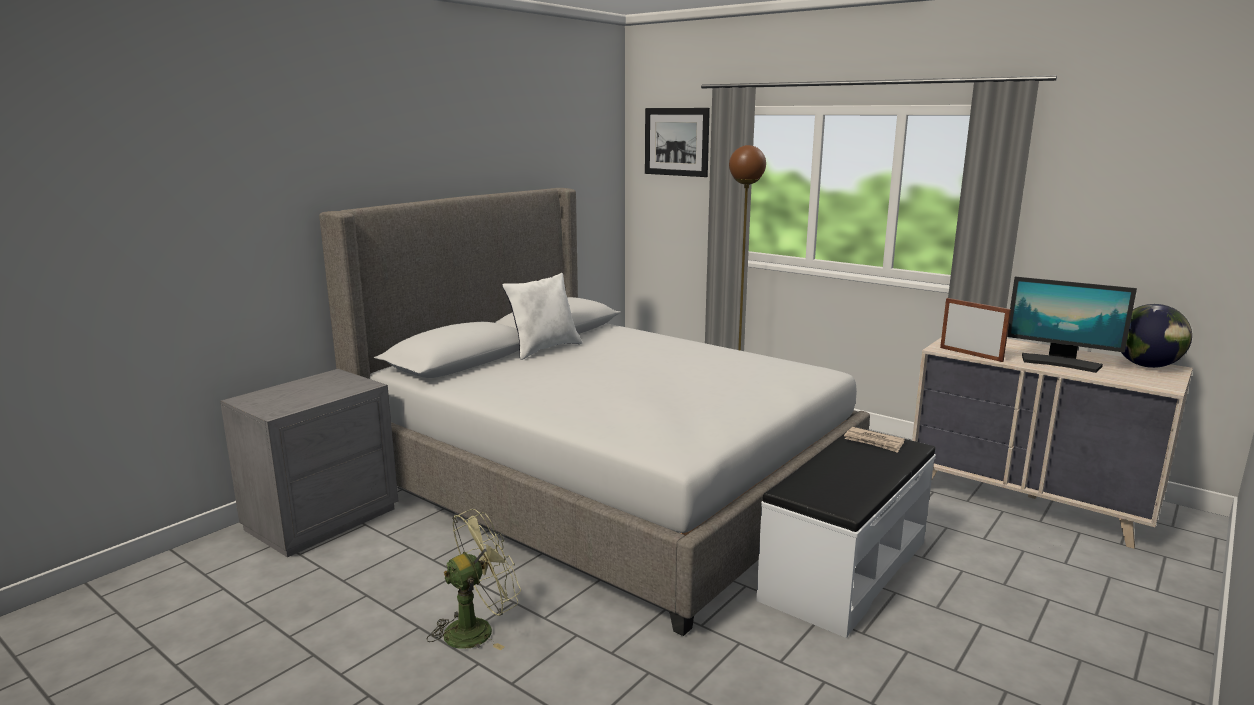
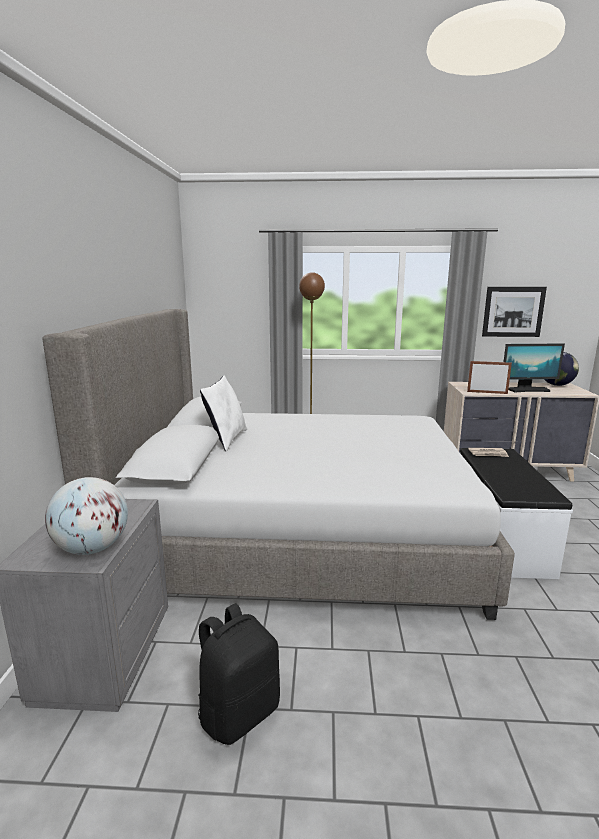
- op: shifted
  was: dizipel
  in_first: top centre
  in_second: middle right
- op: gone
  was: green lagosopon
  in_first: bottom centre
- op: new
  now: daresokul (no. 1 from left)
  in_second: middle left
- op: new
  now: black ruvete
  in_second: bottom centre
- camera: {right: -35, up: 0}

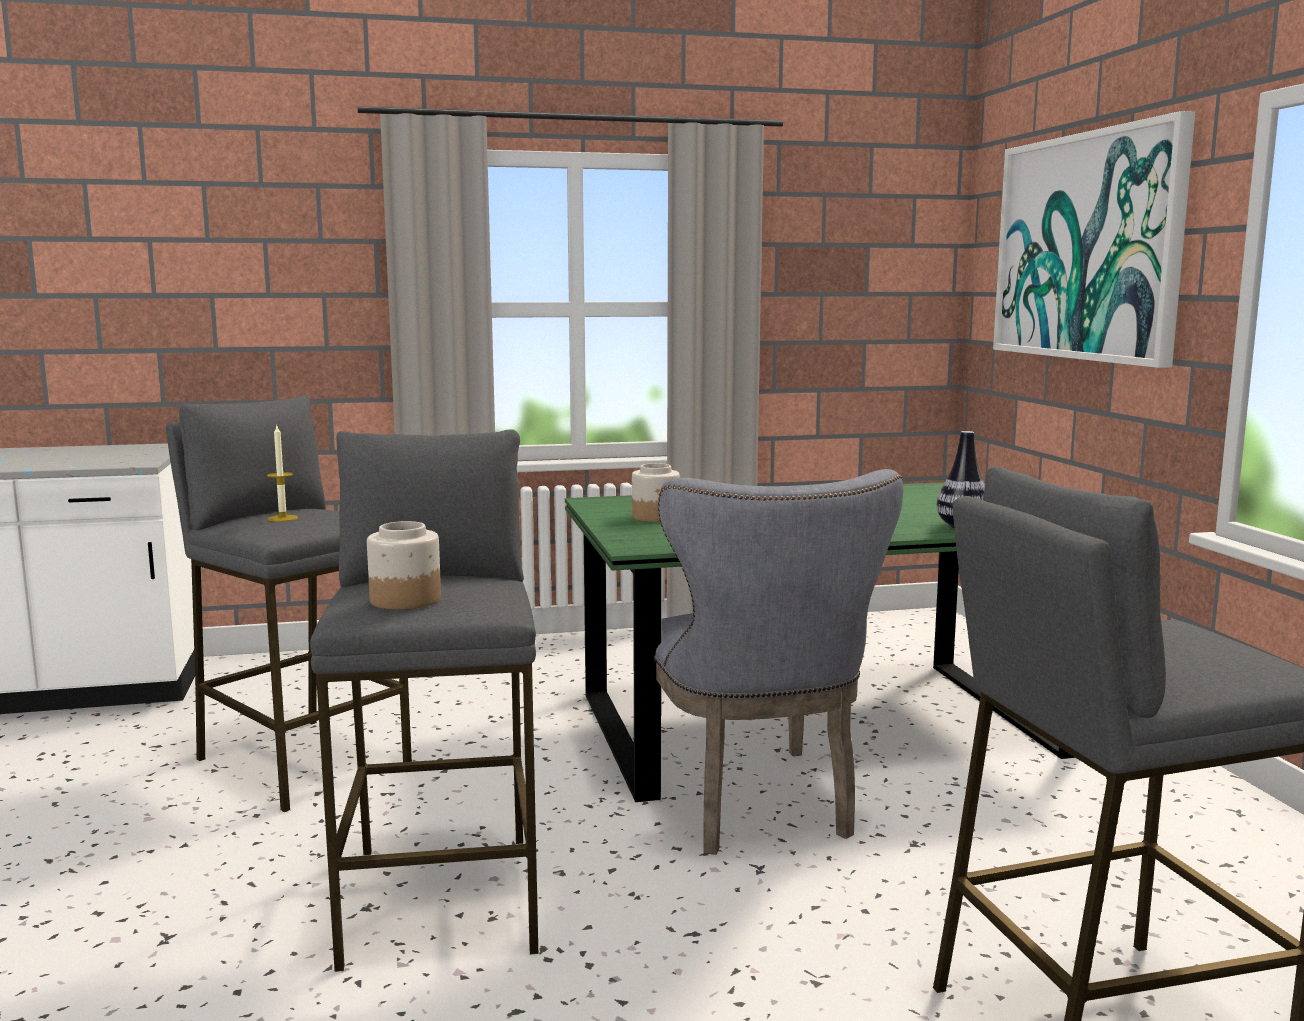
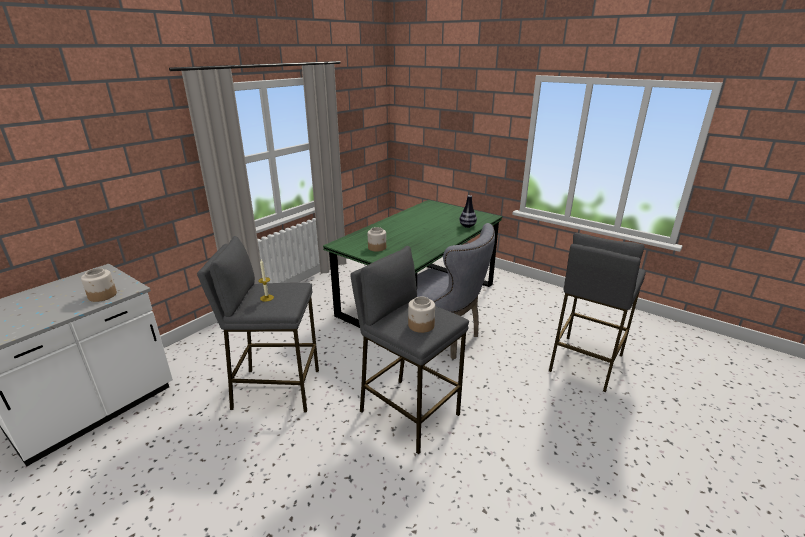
- op: gone
  was: dizipel
  in_first: top right
- op: new
  now: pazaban (no. 1 from left)
  in_second: middle left
- camera: {right: -40, up: 15}

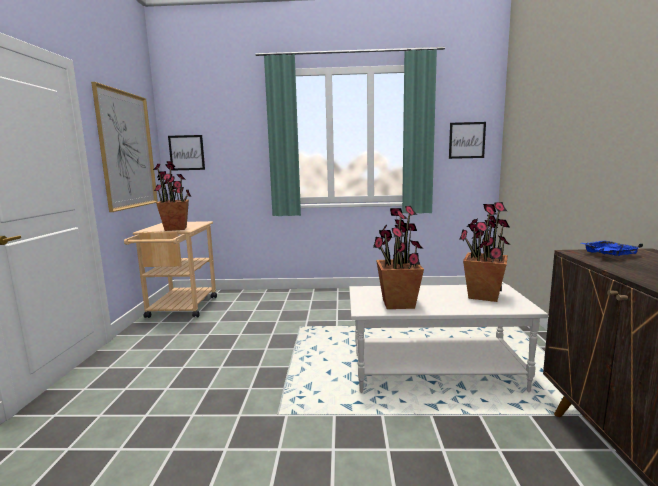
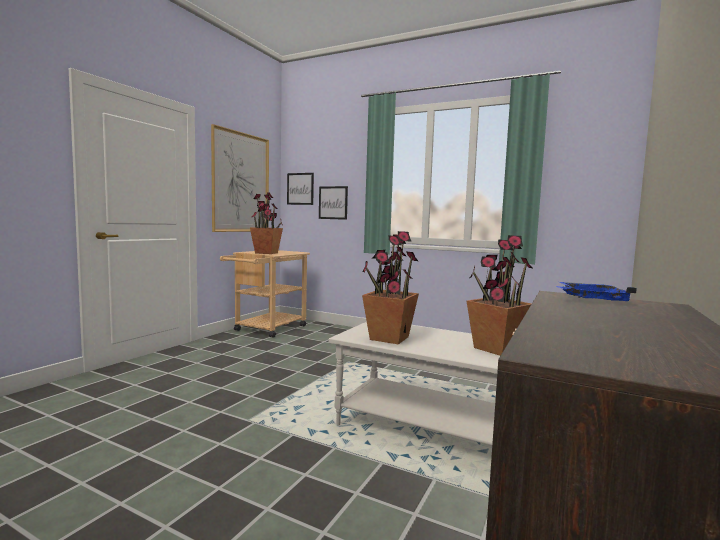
- op: shifted
  was: dizipel (no. 3 from left)
  in_first: top right
  in_second: centre
- camera: {right: 25, up: -5}

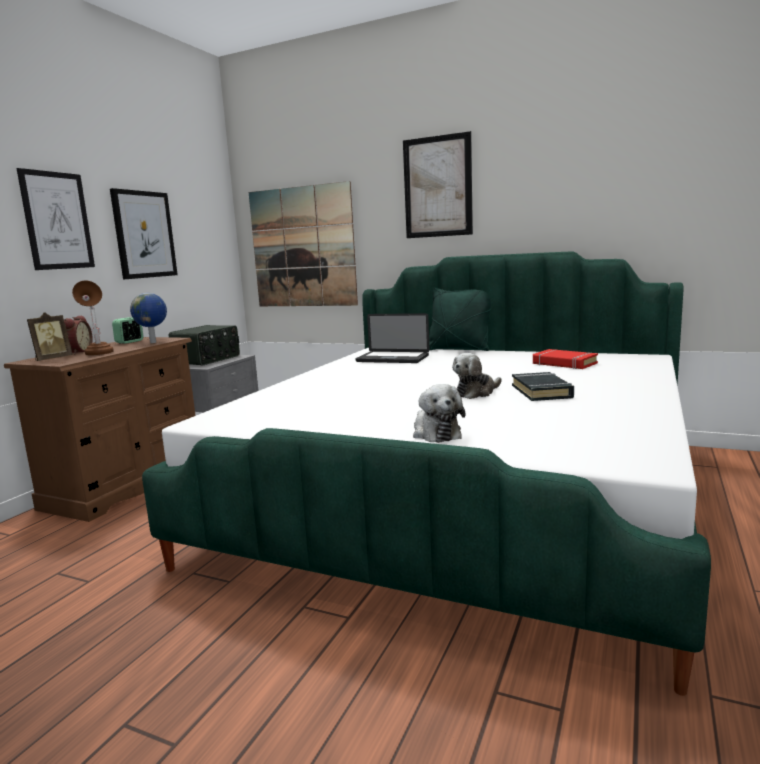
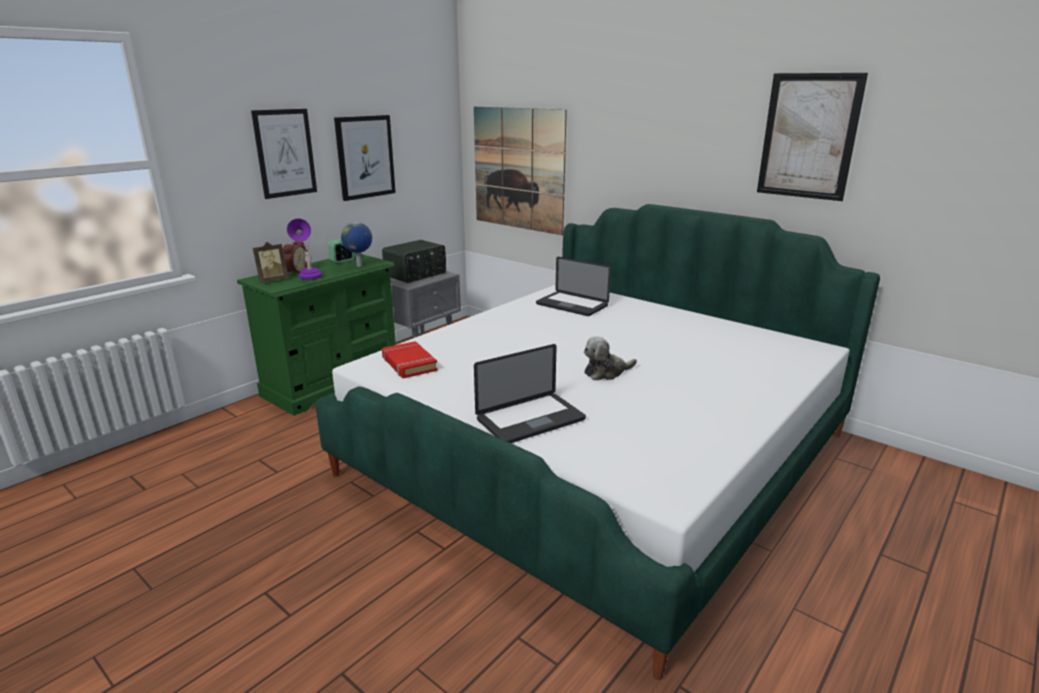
- op: shifted
  was: dizipel (no. 4 from left)
  in_first: top centre
  in_second: top right
- op: repainted
  was: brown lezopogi
  now: purple lezopogi
  in_first: middle left
  in_second: middle left
- op: gone
  was: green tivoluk
  in_first: centre
- op: repainted
  was: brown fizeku
  now: green fizeku
  in_first: middle left
  in_second: middle left
- op: shifted
  was: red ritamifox
  in_first: middle right
  in_second: centre
- op: gone
  was: black ritamifox
  in_first: middle right
- op: swapped
  was: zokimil (no. 1 from left)
  now: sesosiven (no. 1 from left)
  in_first: centre
  in_second: centre
- camera: {right: 15, up: 10}

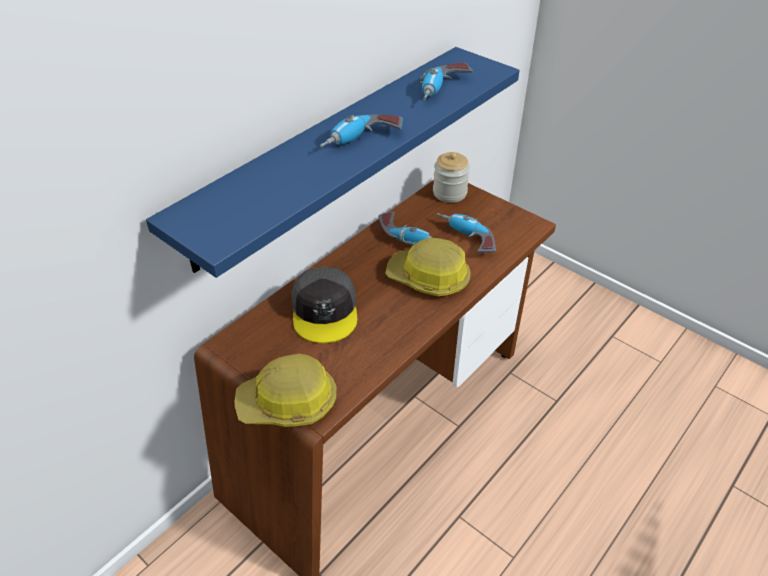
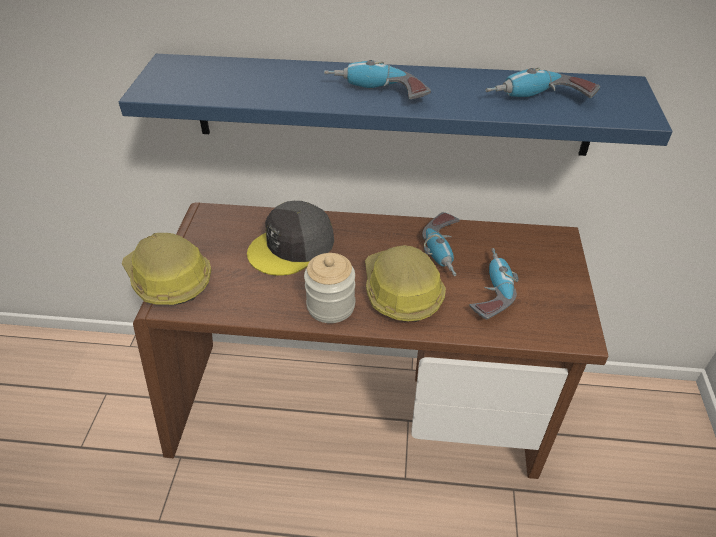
- op: shifted
  was: pazaban
  in_first: top centre
  in_second: centre
- camera: {right: 55, up: 0}

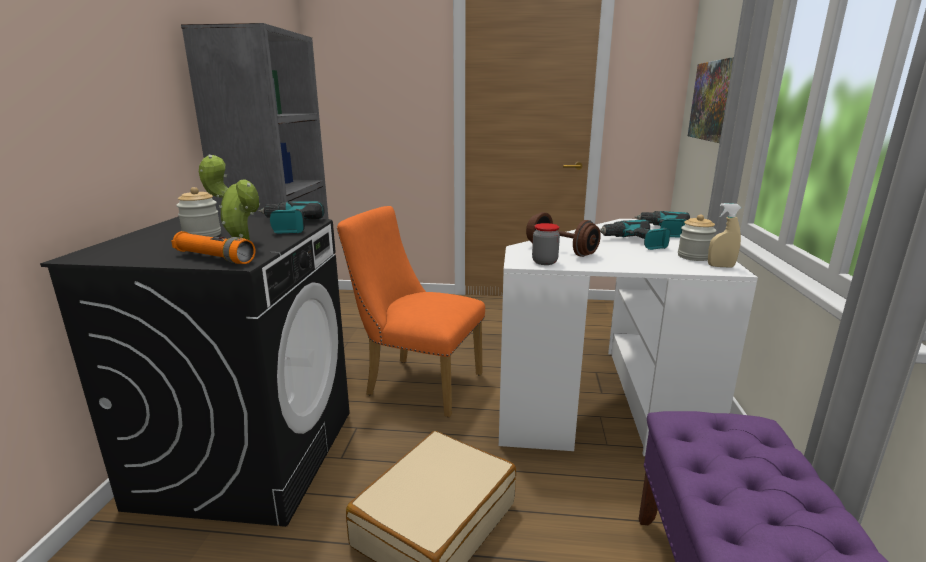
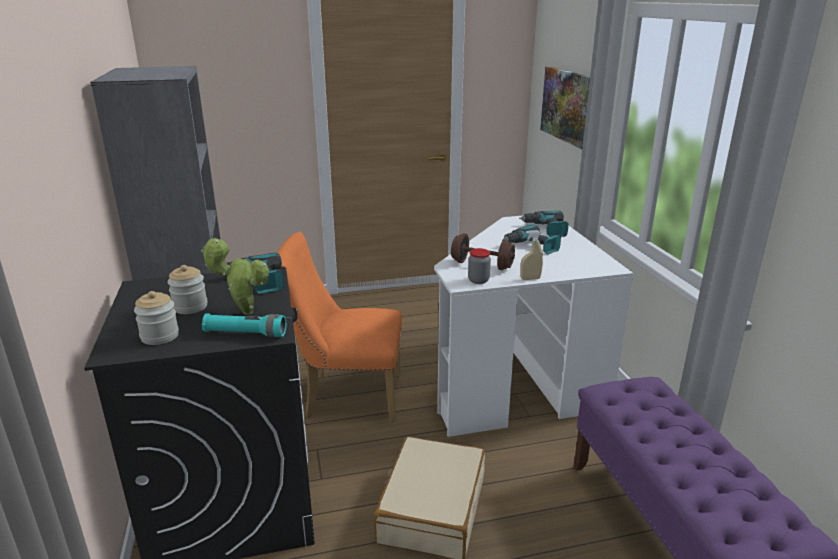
- op: shifted
  was: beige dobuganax
  in_first: middle right
  in_second: centre
- op: shifted
  was: pazaban (no. 3 from left in the first image)
  now: pazaban (no. 1 from left)
  in_first: middle right
  in_second: middle left
- op: repainted
  was: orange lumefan
  now: turquoise lumefan
  in_first: middle left
  in_second: middle left
- camera: {right: -20, up: 5}

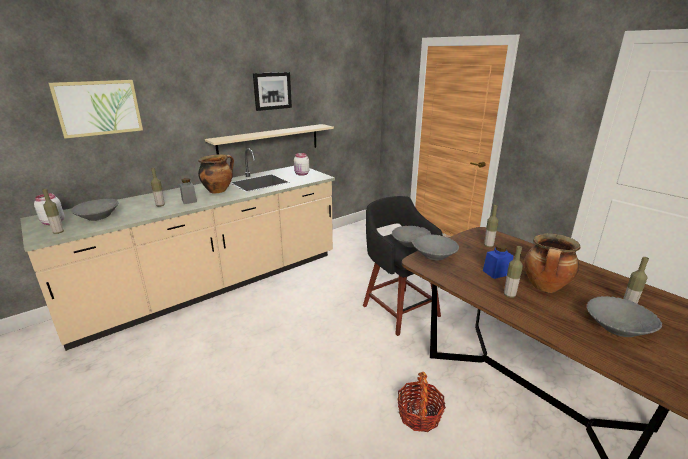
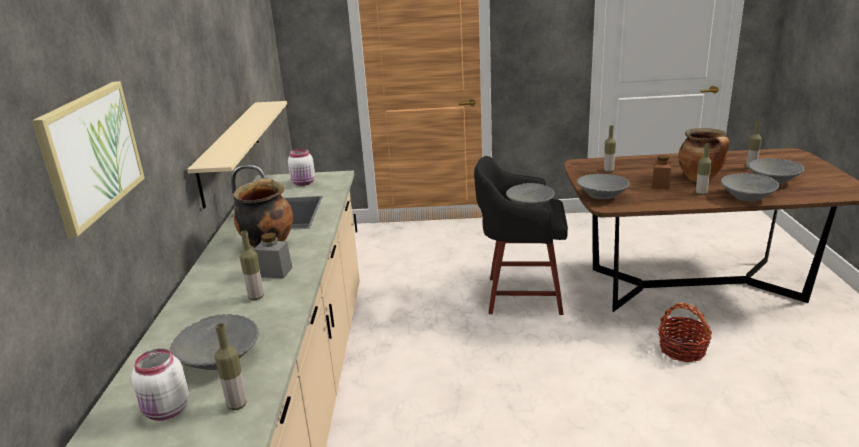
- op: gone
  was: dizipel (no. 2 from left)
  in_first: top centre
- op: repainted
  was: blue pazaban
  now: brown pazaban
  in_first: middle right
  in_second: middle right
- op: new
  now: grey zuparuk (no. 4 from left)
  in_second: middle right
- camera: {right: -50, up: 0}

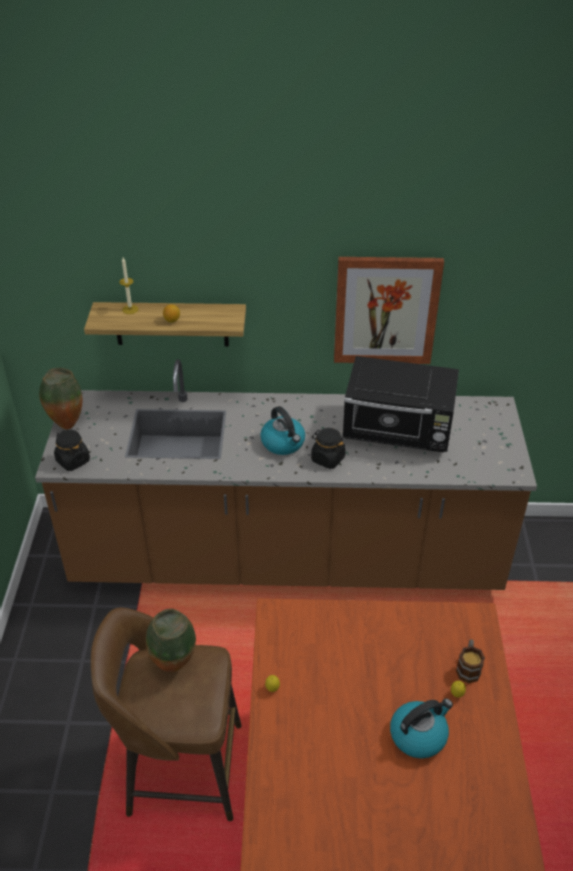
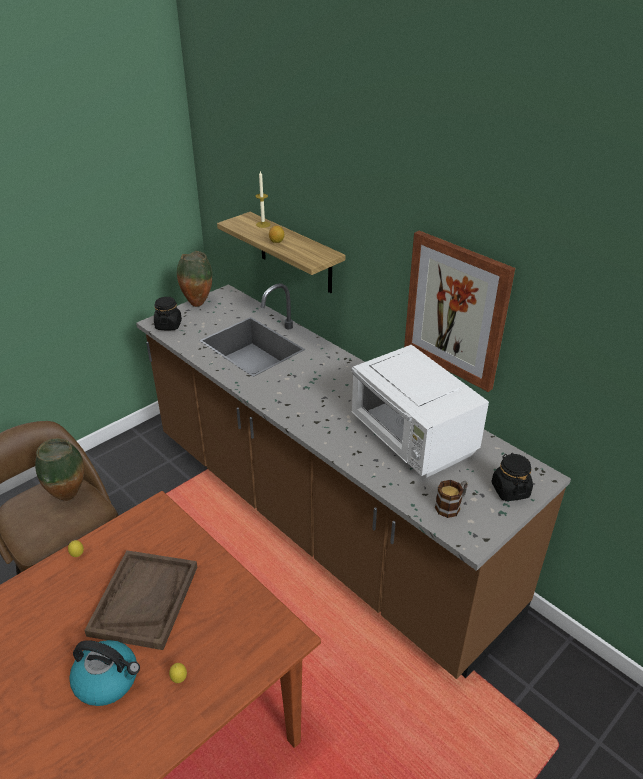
- op: repainted
  was: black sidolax
  now: white sidolax
  in_first: middle right
  in_second: centre
- op: gone
  was: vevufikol (no. 1 from left)
  in_first: centre
- op: shifted
  was: black pazaban (no. 2 from left)
  in_first: centre
  in_second: middle right
- op: shifted
  was: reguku
  in_first: bottom right
  in_second: middle right
- op: new
  now: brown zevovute
  in_second: bottom left
- camera: {right: 45, up: -5}

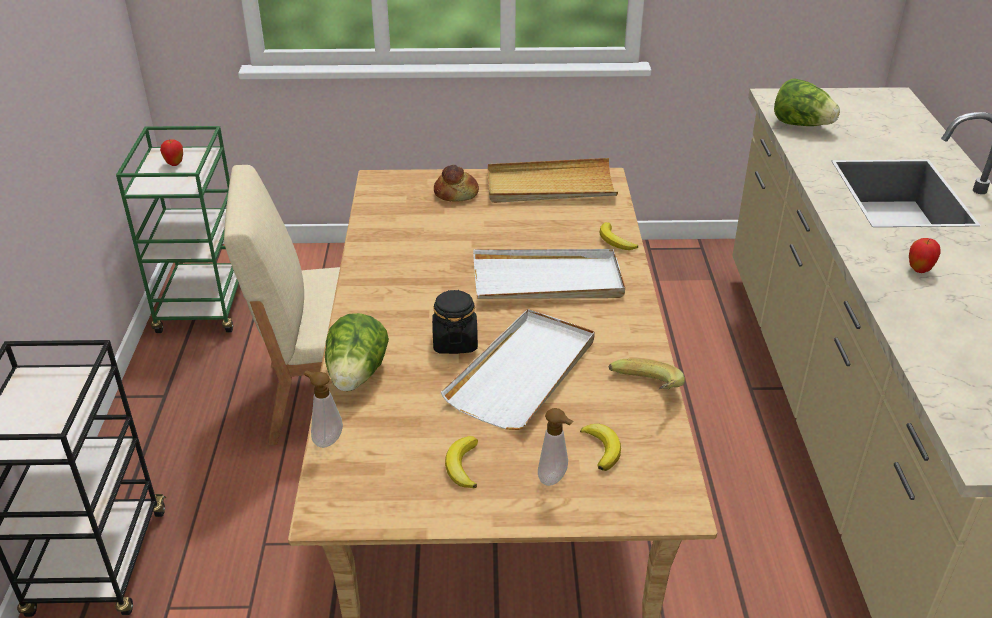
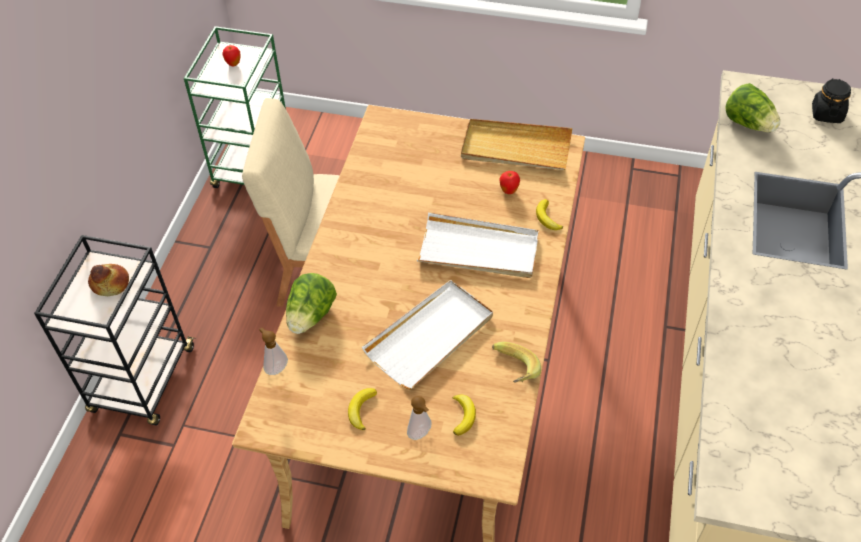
- op: shifted
  was: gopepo
  in_first: top centre
  in_second: middle left
- op: shifted
  was: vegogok (no. 2 from left)
  in_first: middle right
  in_second: centre
- op: shifted
  was: black pazaban
  in_first: centre
  in_second: top right
- camera: {right: 15, up: 15}

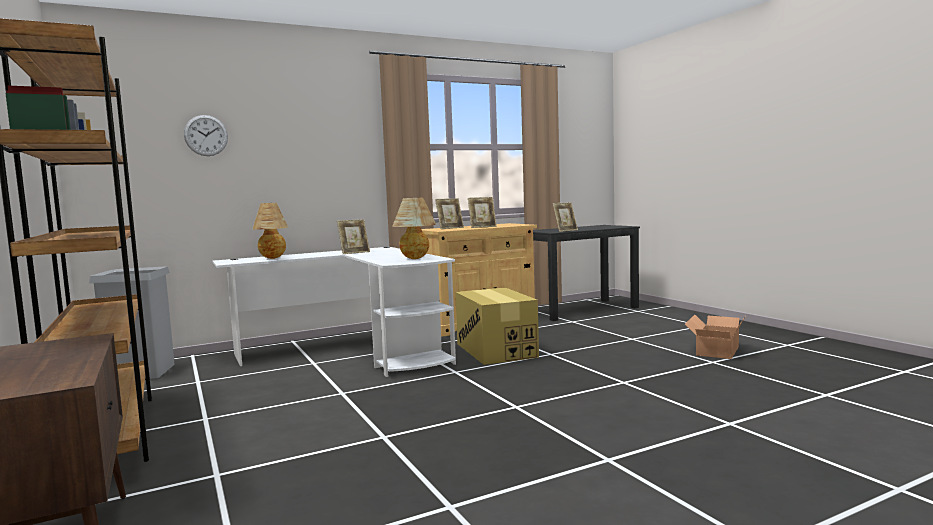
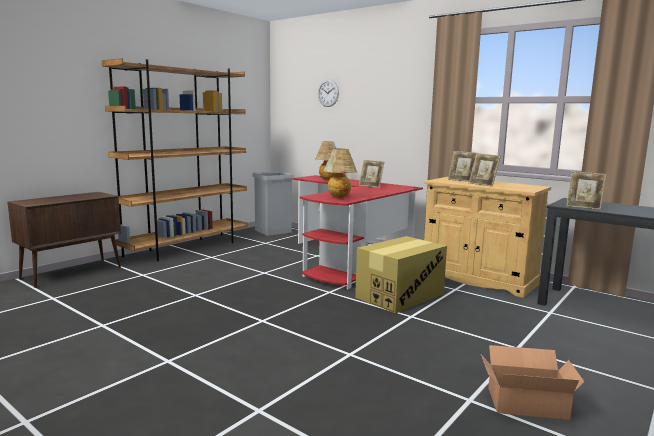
- op: repainted
  was: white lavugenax
  now: red lavugenax
  in_first: centre
  in_second: centre
- camera: {right: 65, up: 5}

